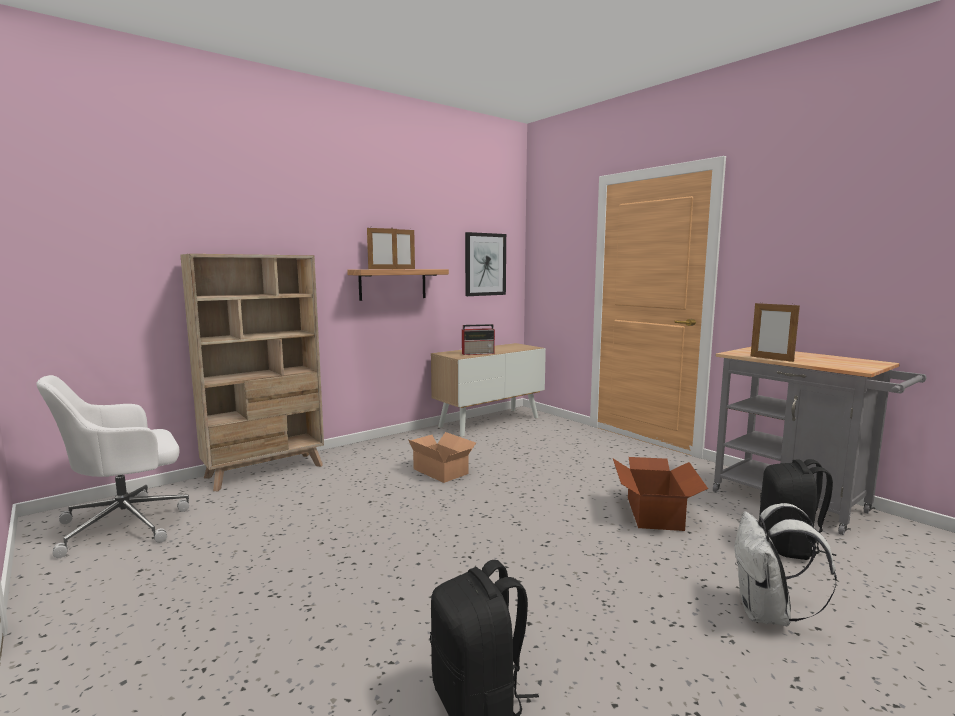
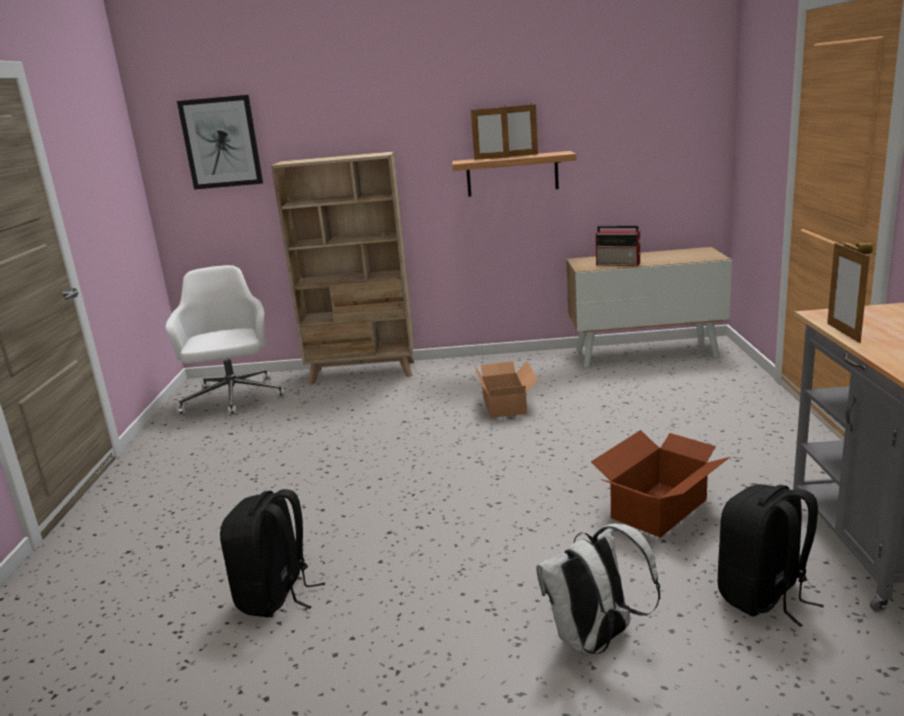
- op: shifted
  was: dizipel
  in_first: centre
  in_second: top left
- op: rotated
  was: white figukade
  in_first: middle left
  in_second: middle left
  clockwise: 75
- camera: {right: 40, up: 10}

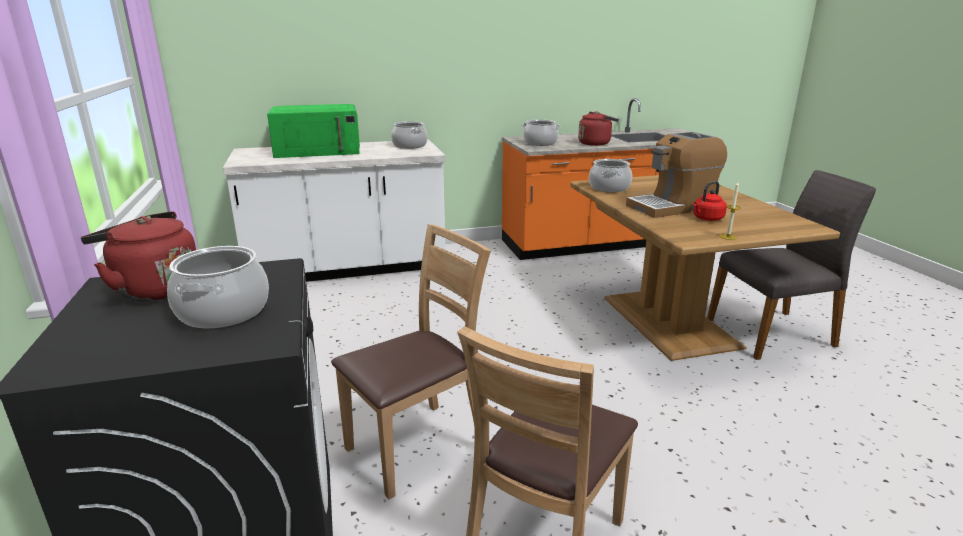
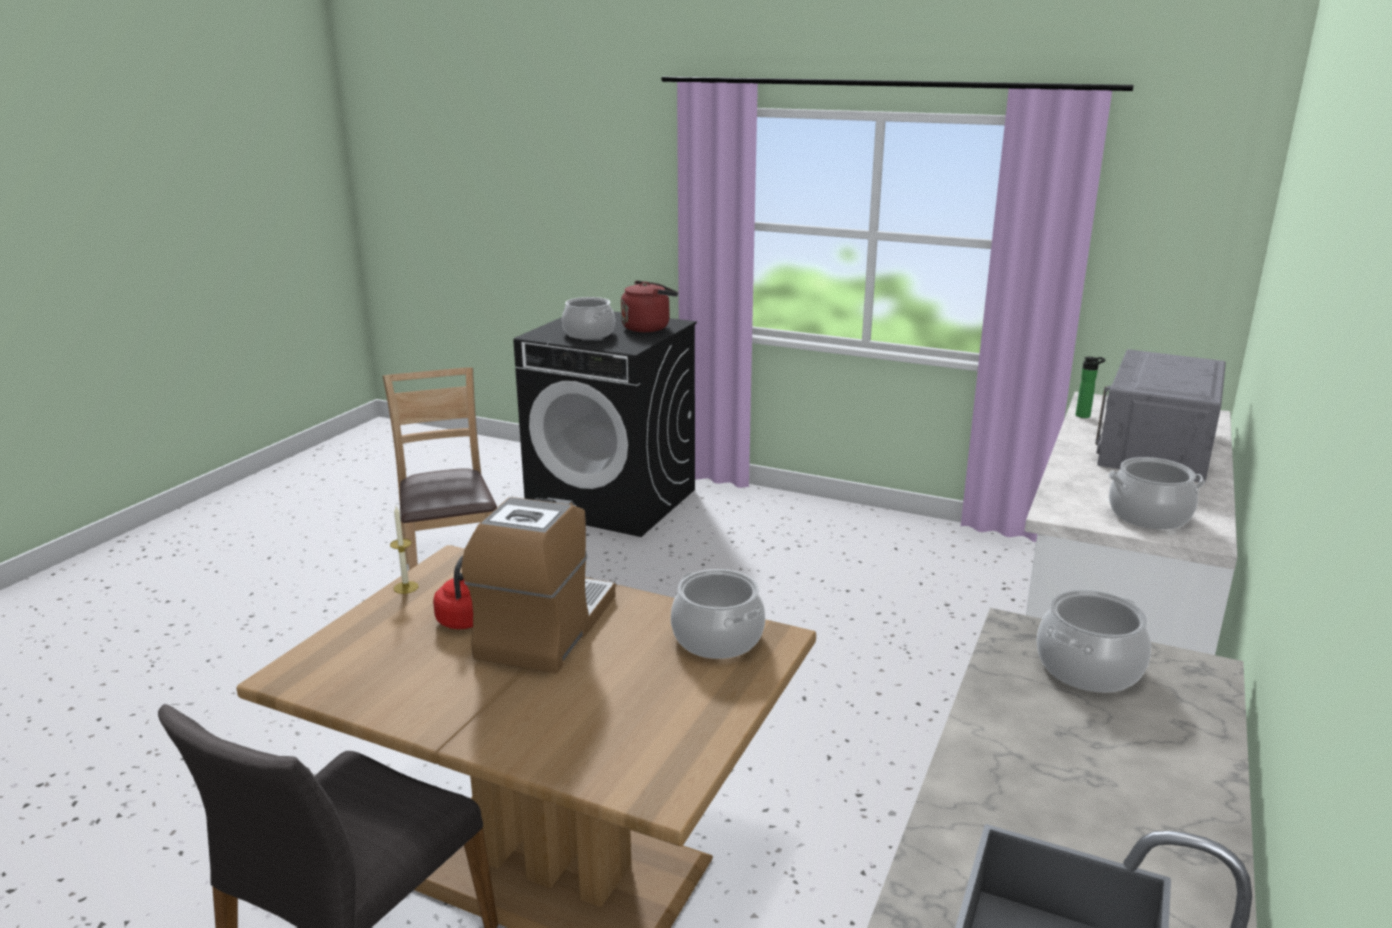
- op: repainted
  was: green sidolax
  now: grey sidolax
  in_first: top left
  in_second: middle right
- op: gone
  was: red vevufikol (no. 2 from left)
  in_first: top centre
- op: gone
  was: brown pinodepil (no. 1 from left)
  in_first: bottom centre
- op: new
  now: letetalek
  in_second: middle right
- camera: {right: 130, up: 0}

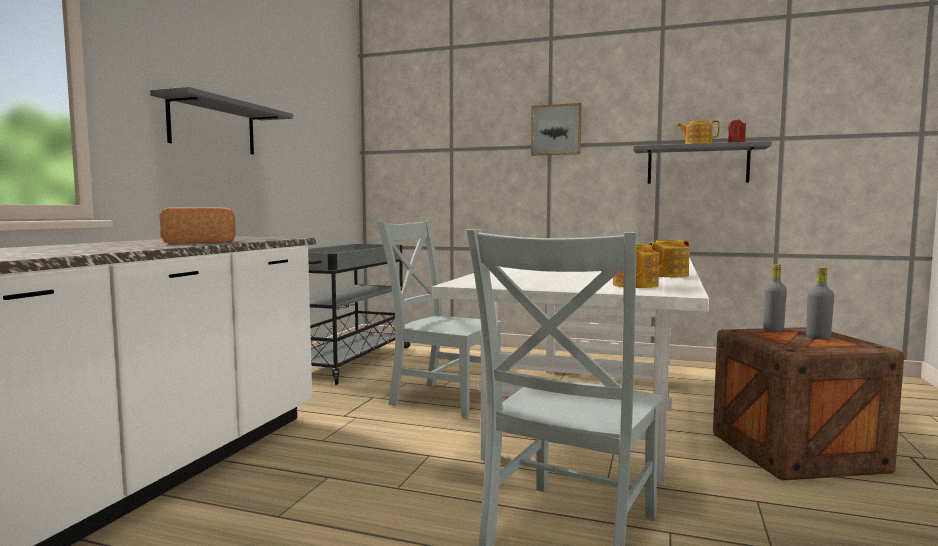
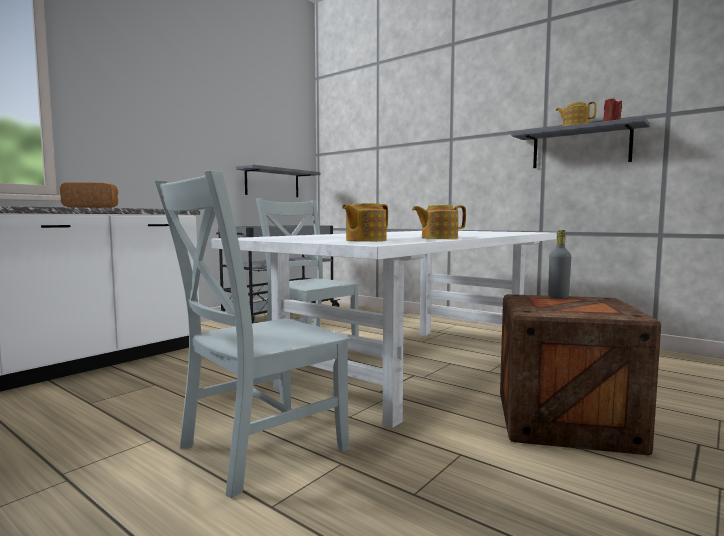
- op: shifted
  was: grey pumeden (no. 1 from left)
  in_first: top left
  in_second: centre
- op: gone
  was: dizipel
  in_first: top centre
- op: gone
  was: grey letetalek (no. 2 from left)
  in_first: middle right
- camera: {right: 20, up: 0}

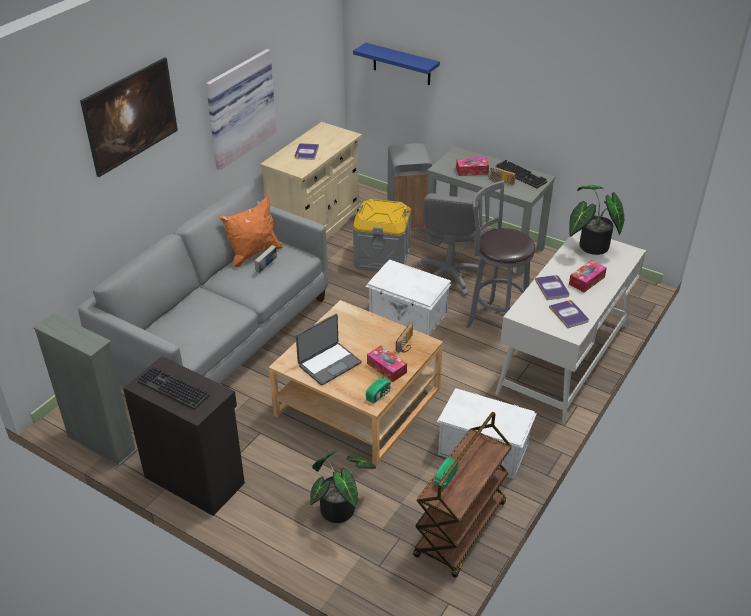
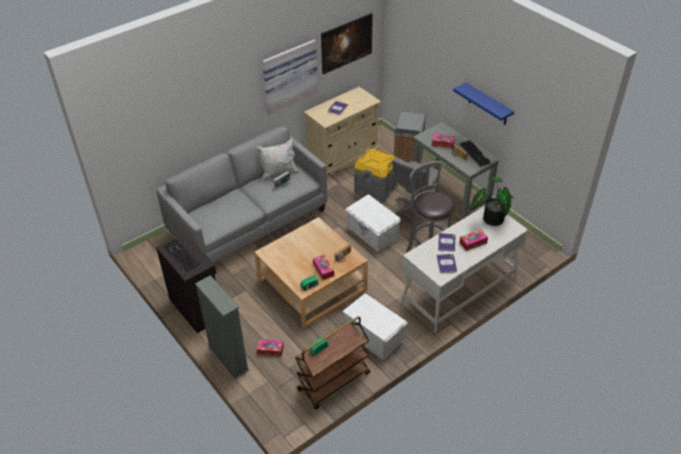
- op: shifted
  was: blue pumeden
  in_first: top centre
  in_second: top right
- op: shifted
  was: dizipel (no. 1 from left in the first image)
  now: dizipel (no. 2 from left)
  in_first: top left
  in_second: top centre
- op: repainted
  was: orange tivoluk
  now: white tivoluk
  in_first: centre
  in_second: centre
- op: shifted
  was: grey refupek
  in_first: middle left
  in_second: bottom left
- op: gone
  was: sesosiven
  in_first: centre
- op: swapped
  was: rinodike (no. 1 from left)
  now: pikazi (no. 1 from left)
  in_first: bottom centre
  in_second: bottom centre
- camera: {right: 20, up: 5}

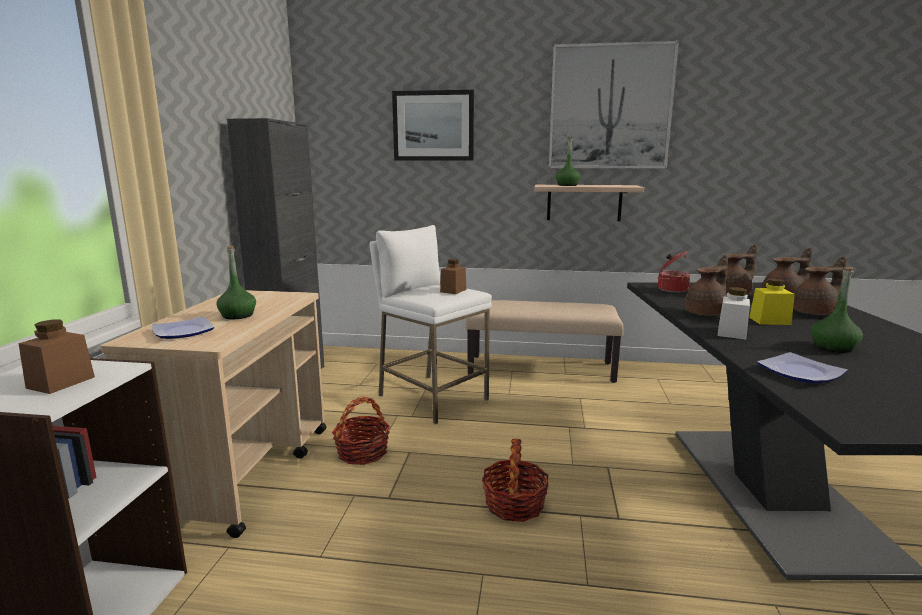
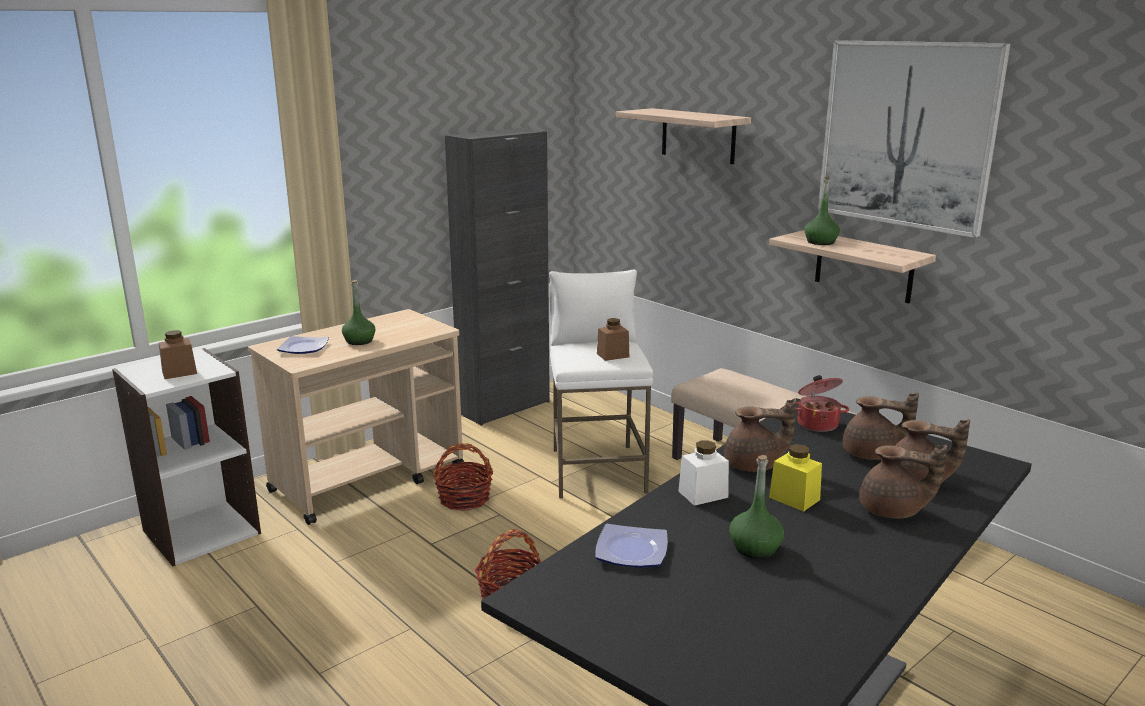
- op: swapped
  was: dizipel (no. 1 from left)
  now: pumeden (no. 1 from left)
  in_first: top centre
  in_second: top centre
- camera: {right: 40, up: 5}

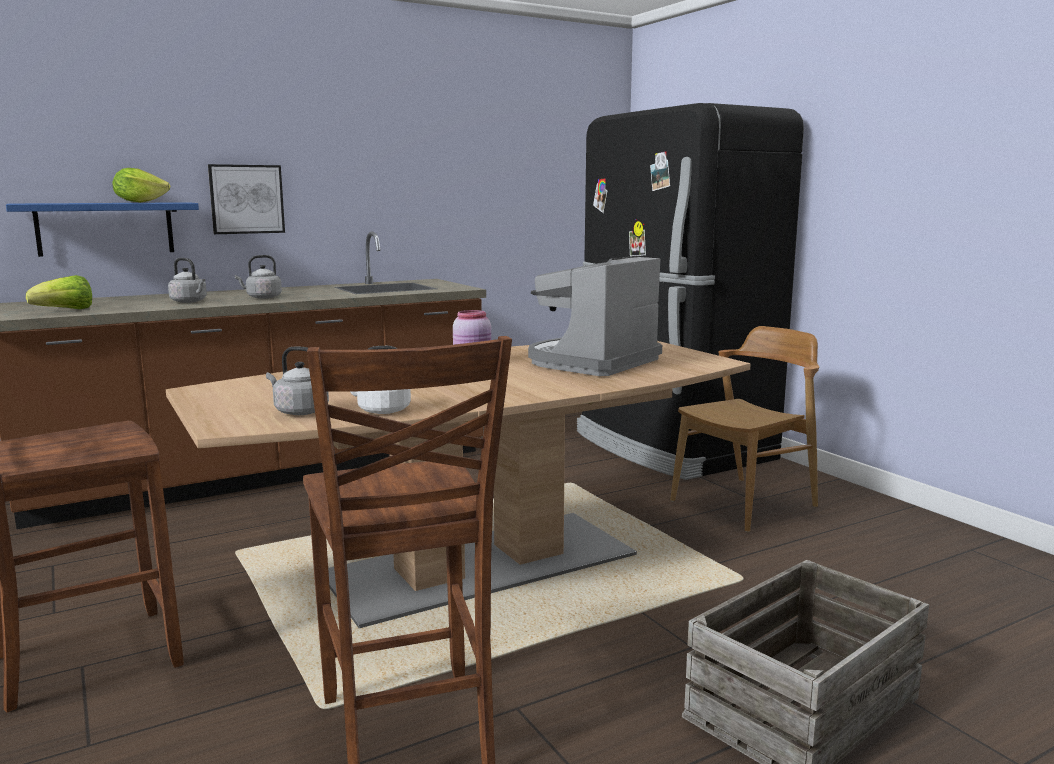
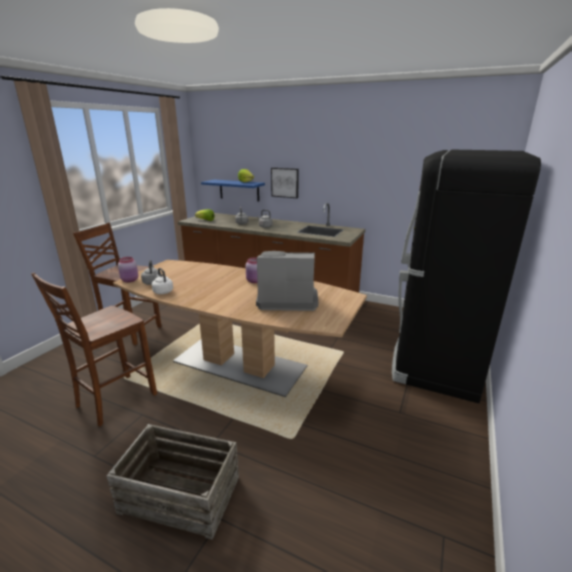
- op: gone
  was: brown pinodepil (no. 3 from left)
  in_first: middle right
- op: new
  now: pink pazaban (no. 1 from left)
  in_second: middle left
- camera: {right: 55, up: 10}

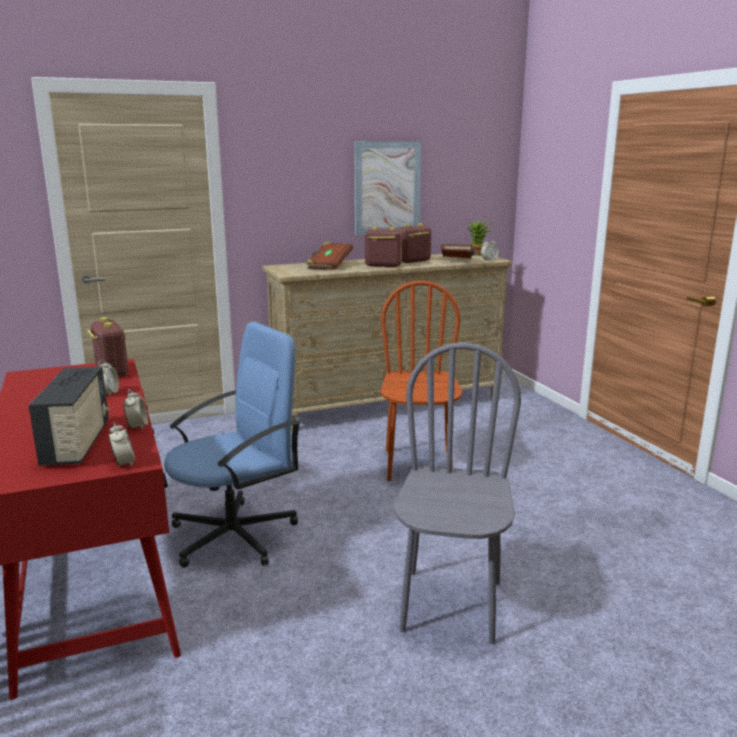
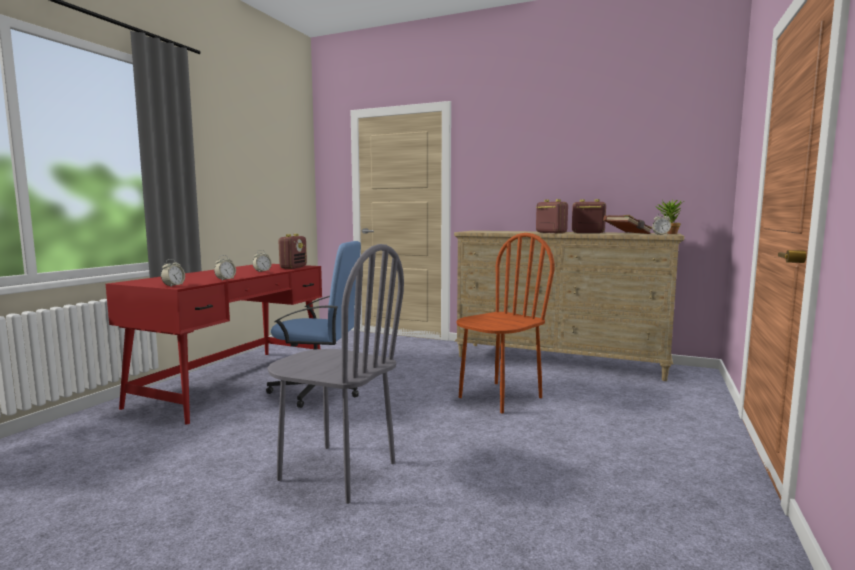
- op: gone
  was: dizipel
  in_first: top centre
- op: gone
  was: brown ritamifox (no. 1 from left)
  in_first: centre
- op: rotated
  was: grey pinodepil
  in_first: bottom centre
  in_second: centre
  clockwise: 60
- op: gone
  was: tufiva (no. 1 from left)
  in_first: middle left
- camera: {right: 45, up: -10}

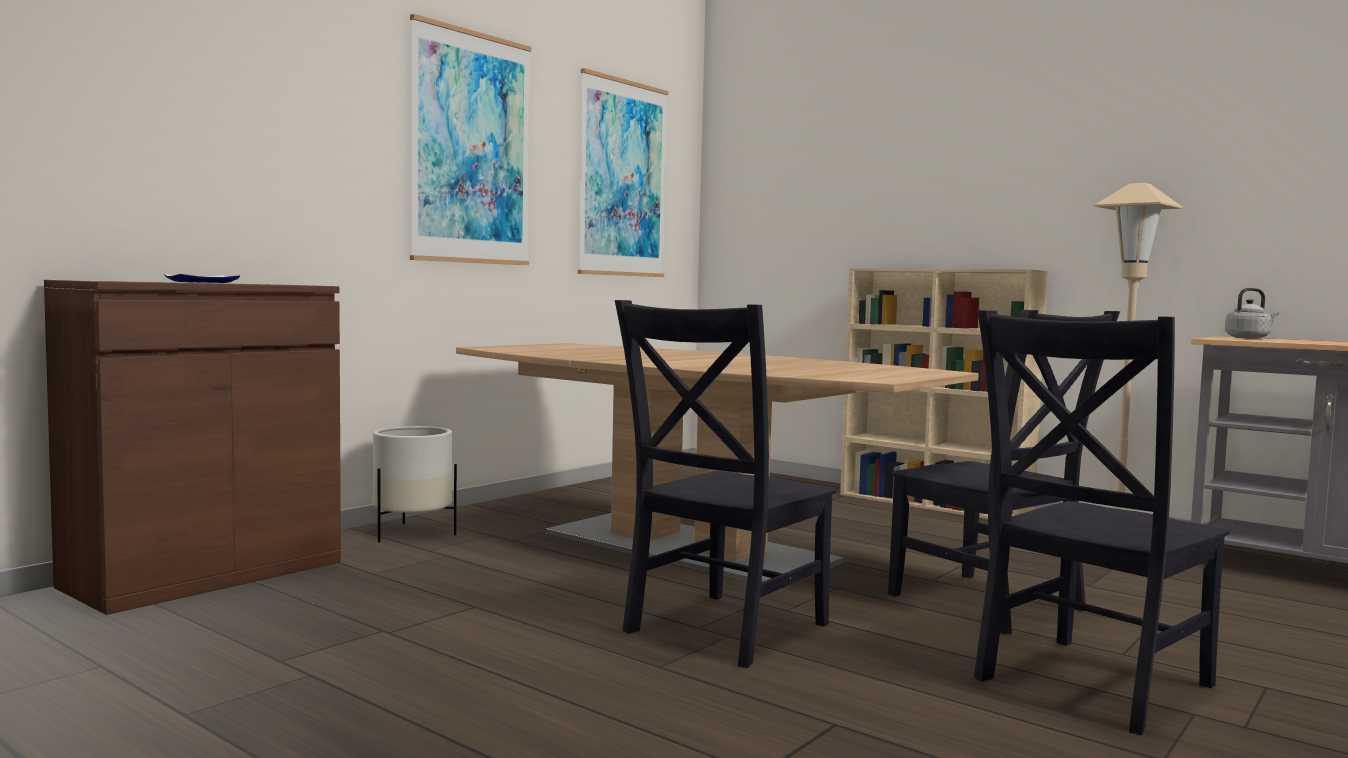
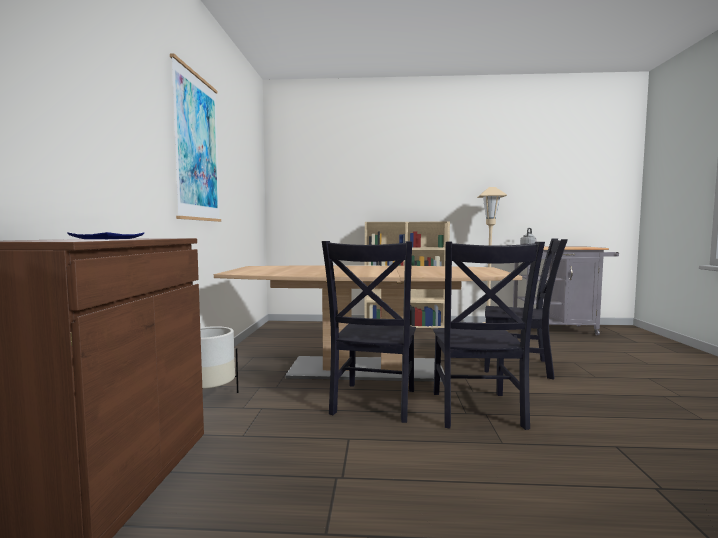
- op: gone
  was: dizipel (no. 2 from left)
  in_first: top centre
- op: shifted
  was: black pinodepil (no. 3 from left in the first image)
  now: black pinodepil (no. 1 from left)
  in_first: bottom right
  in_second: centre
- camera: {right: -35, up: 0}

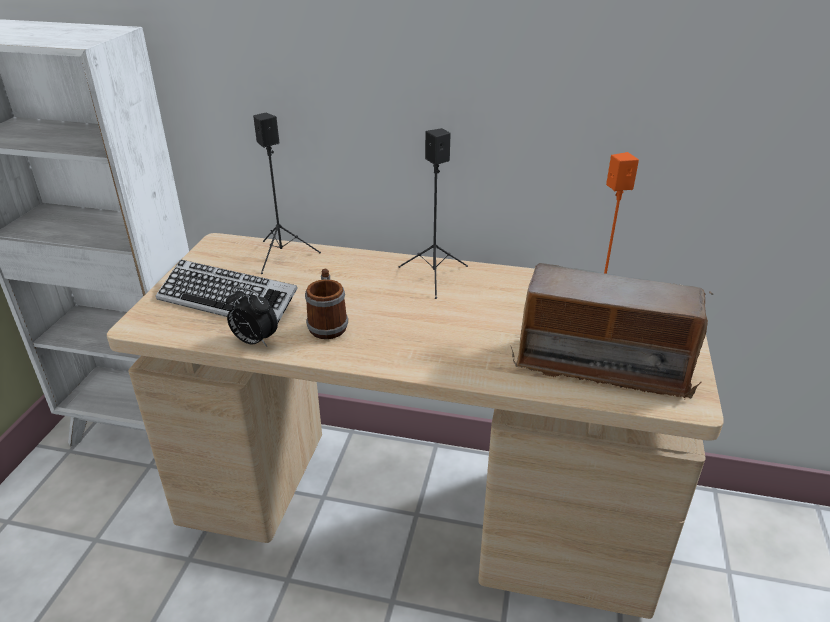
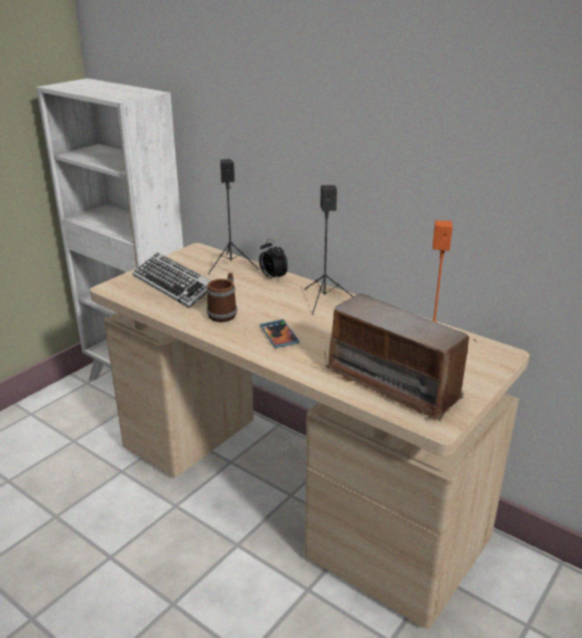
- op: shifted
  was: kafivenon
  in_first: middle left
  in_second: centre
- op: new
  now: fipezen
  in_second: centre
- camera: {right: 25, up: -5}

